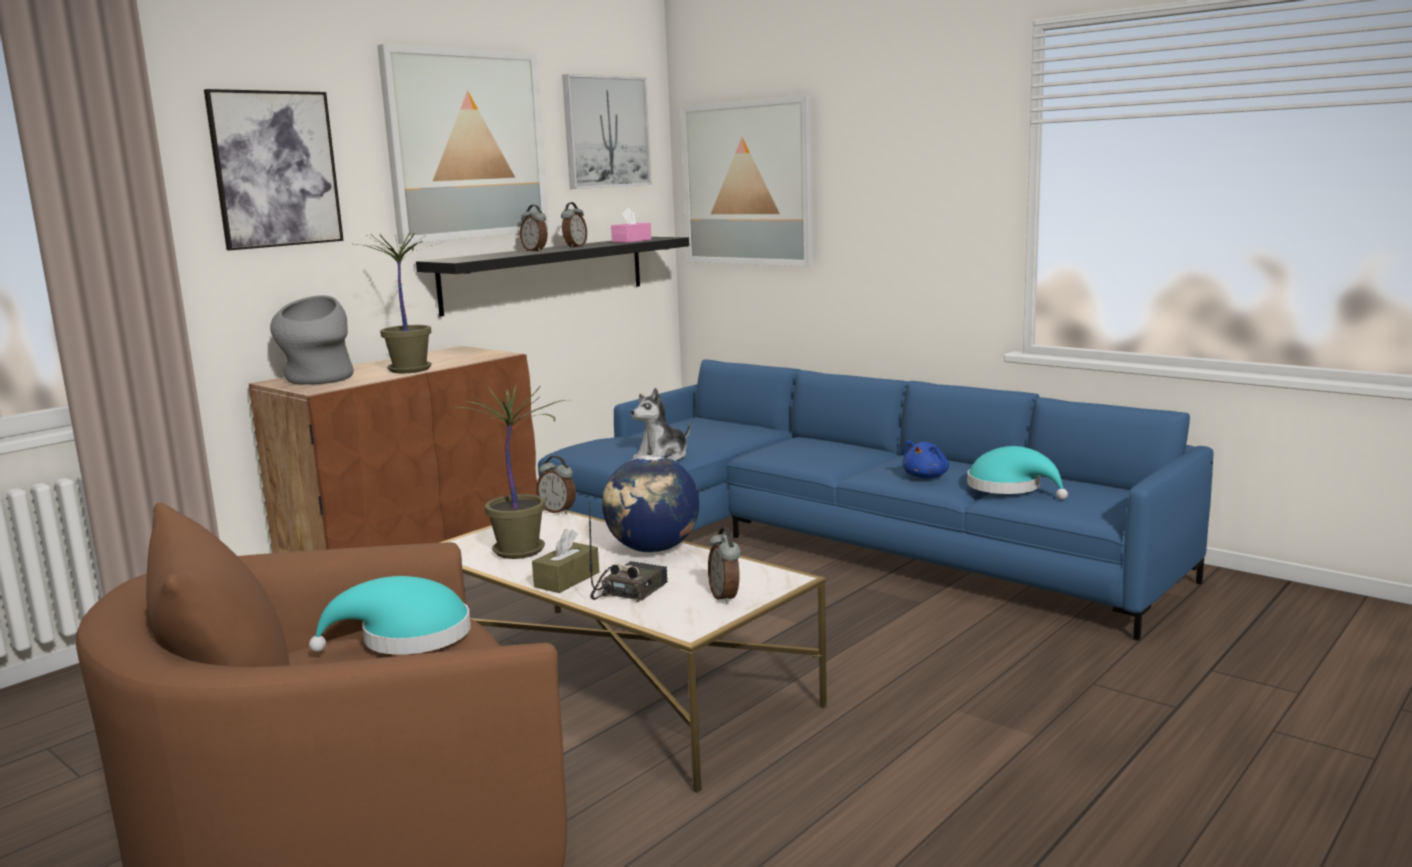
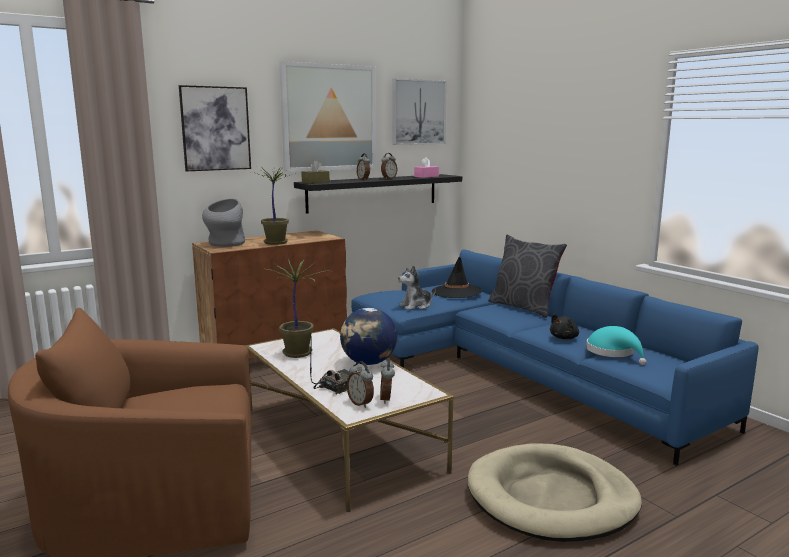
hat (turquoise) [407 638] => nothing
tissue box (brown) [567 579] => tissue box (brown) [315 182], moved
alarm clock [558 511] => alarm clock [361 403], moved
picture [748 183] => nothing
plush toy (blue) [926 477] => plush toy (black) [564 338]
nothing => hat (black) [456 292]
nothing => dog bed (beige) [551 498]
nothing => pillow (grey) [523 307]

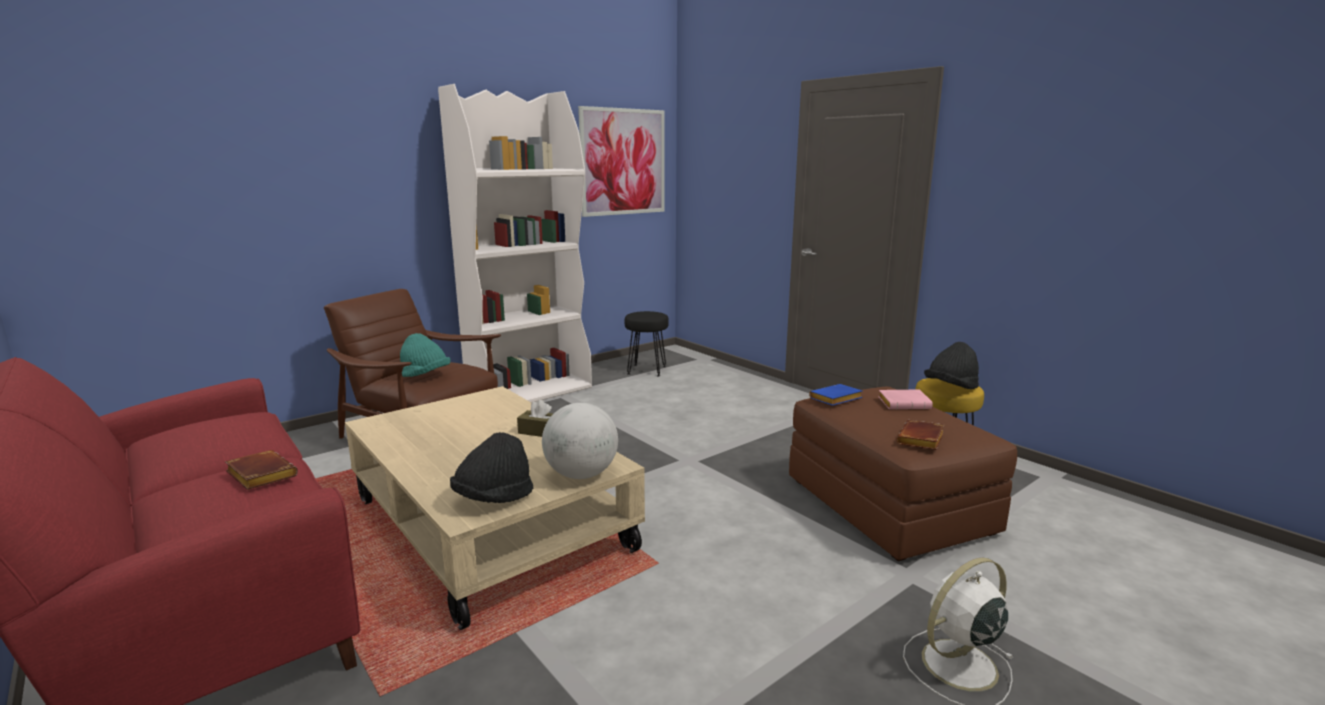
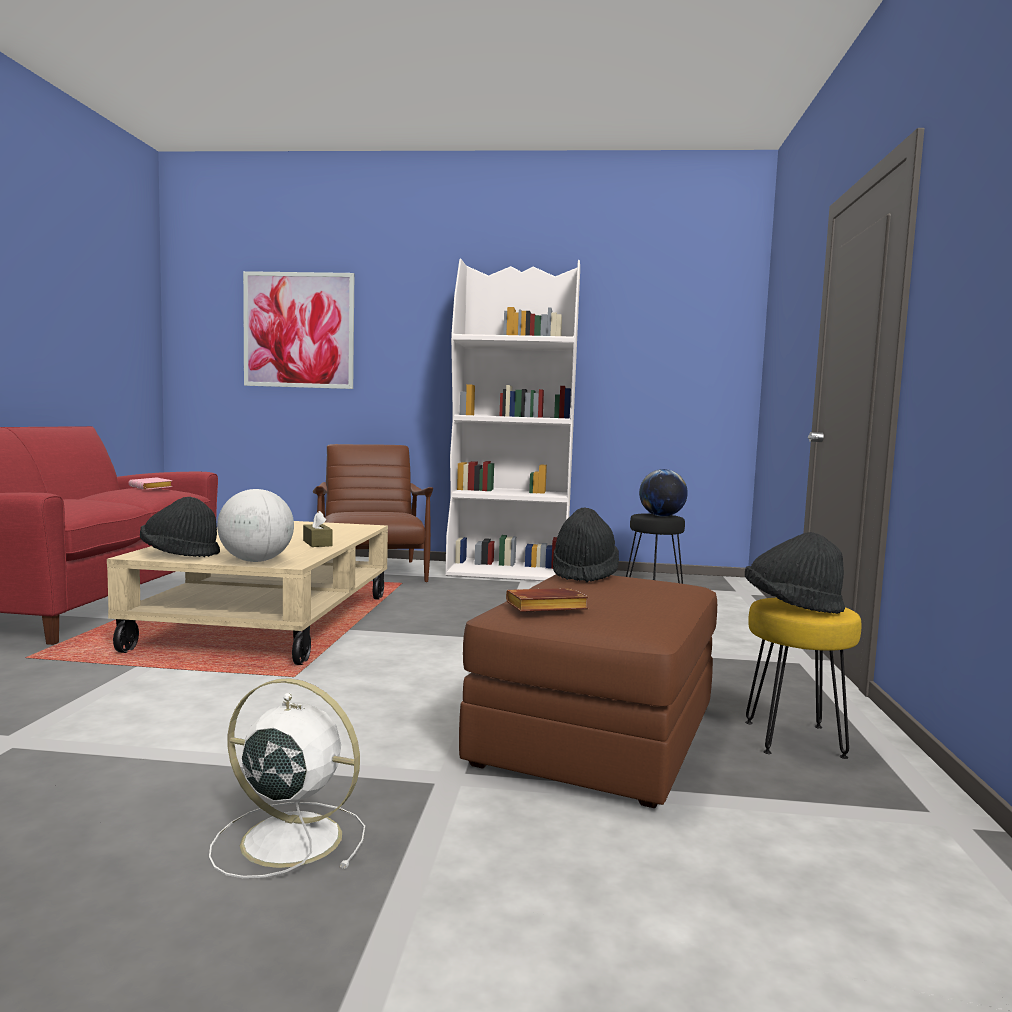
book (brown) [259 475] => nothing
hat (turquoise) [425 376] => nothing
picture [623 162] => picture [299 330], moved
book (blue) [835 399] => hat (black) [584 574]
book (pink) [905 404] => book (pink) [152 488], moved
nothing => globe [661 516]

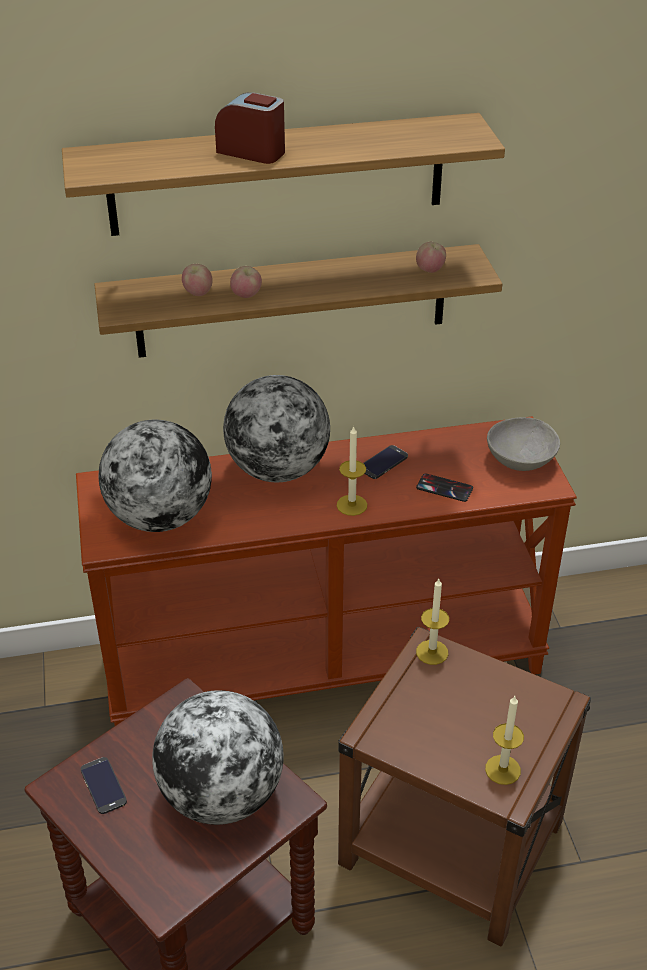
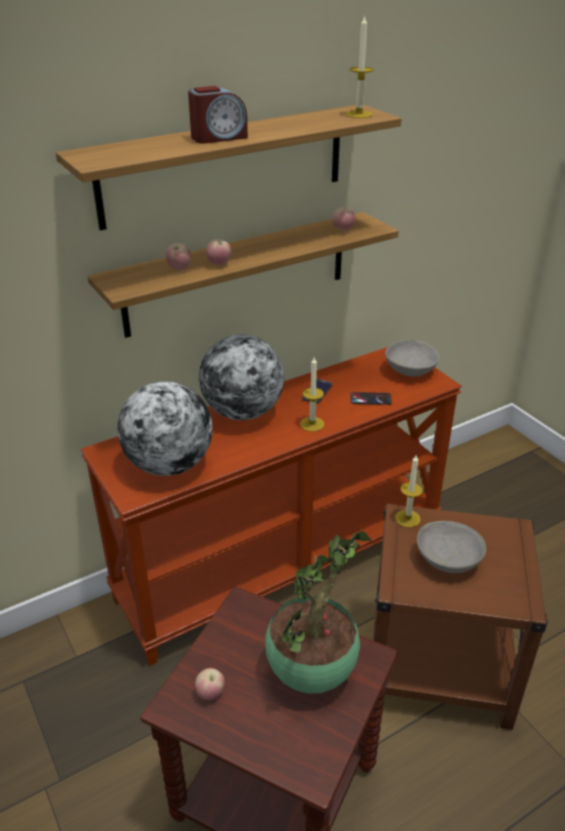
phone [103 786] => apple [210 693]
globe [221 795] => potted plant [312 670]
alarm clock [252 152] => alarm clock [218 137], 150 degrees clockwise
candle [502 769] => candle [359 114], moved
nothing => bowl (grey) [447 560]

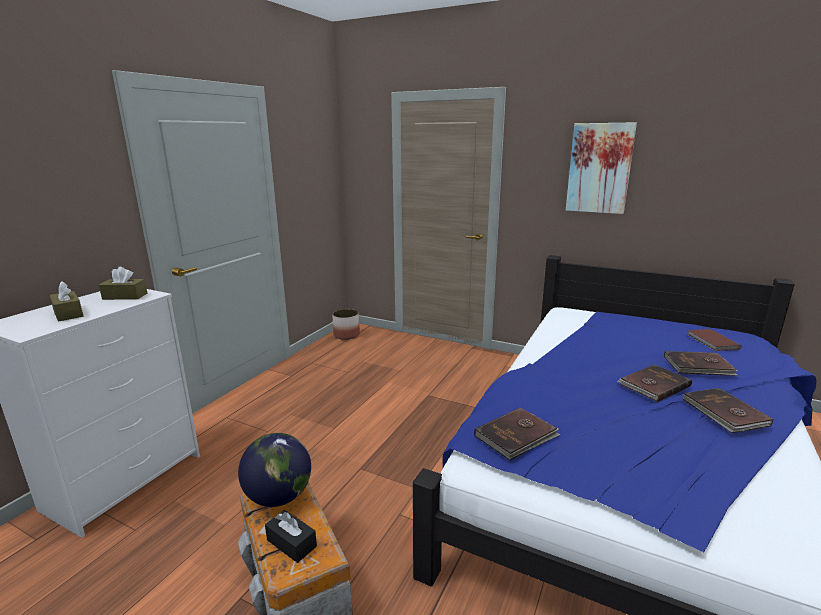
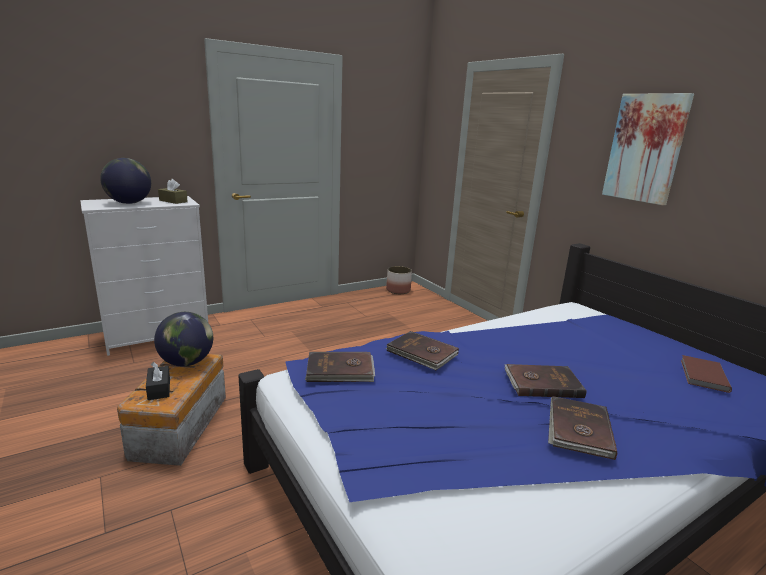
tissue box (brown) [68 313] => globe [129 203]
book (brown) [699 366] => book (brown) [422 353], moved

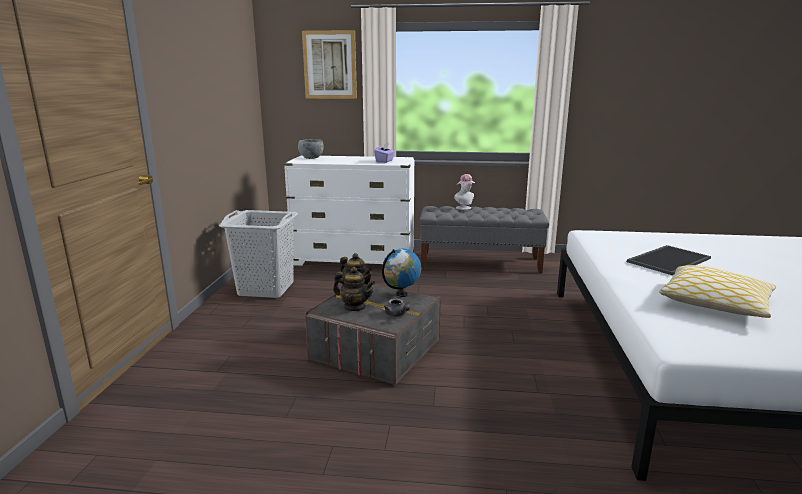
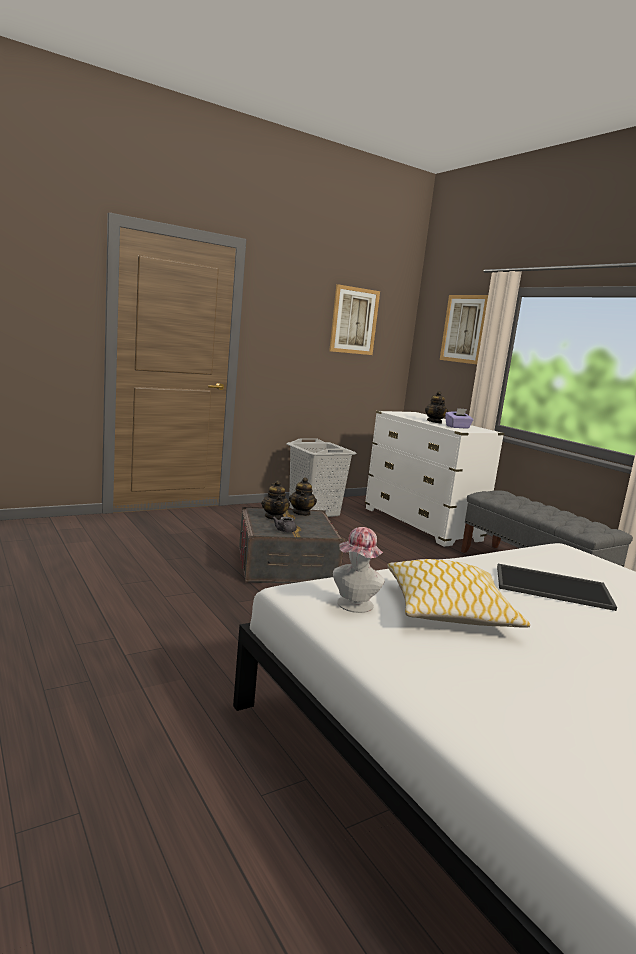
bowl (grey) [311 158] => nothing
globe [401 294] => nothing
hat [465 208] => hat [354 606], moved
nothing => picture [354 320]
nothing => teapot [434 422]

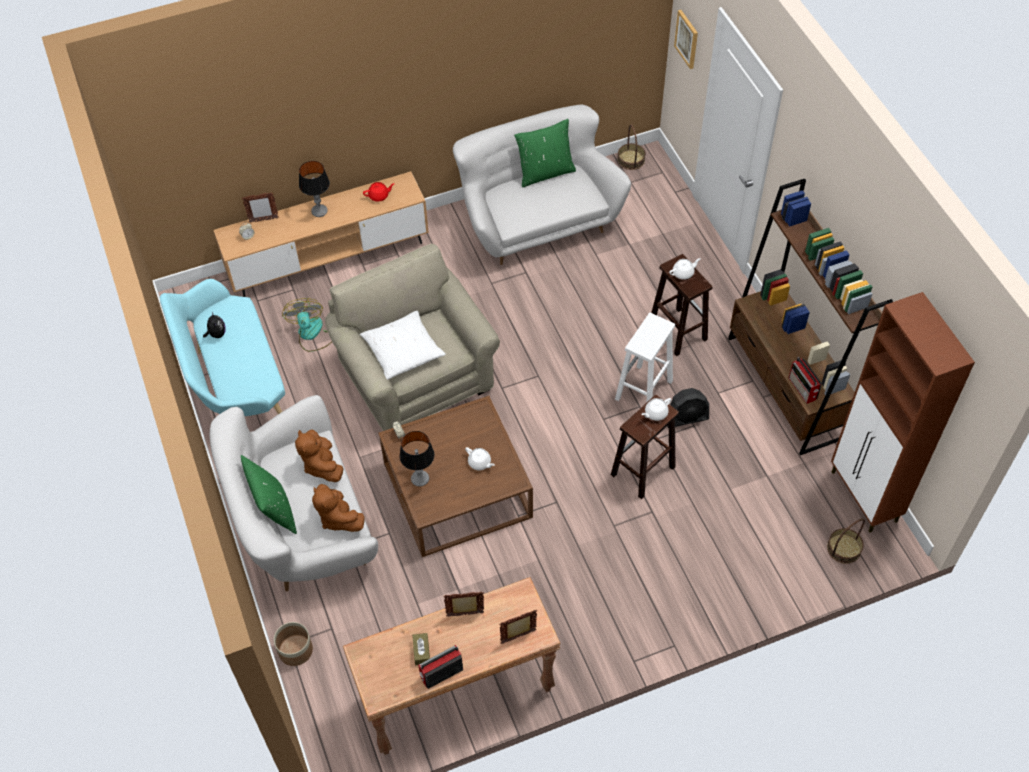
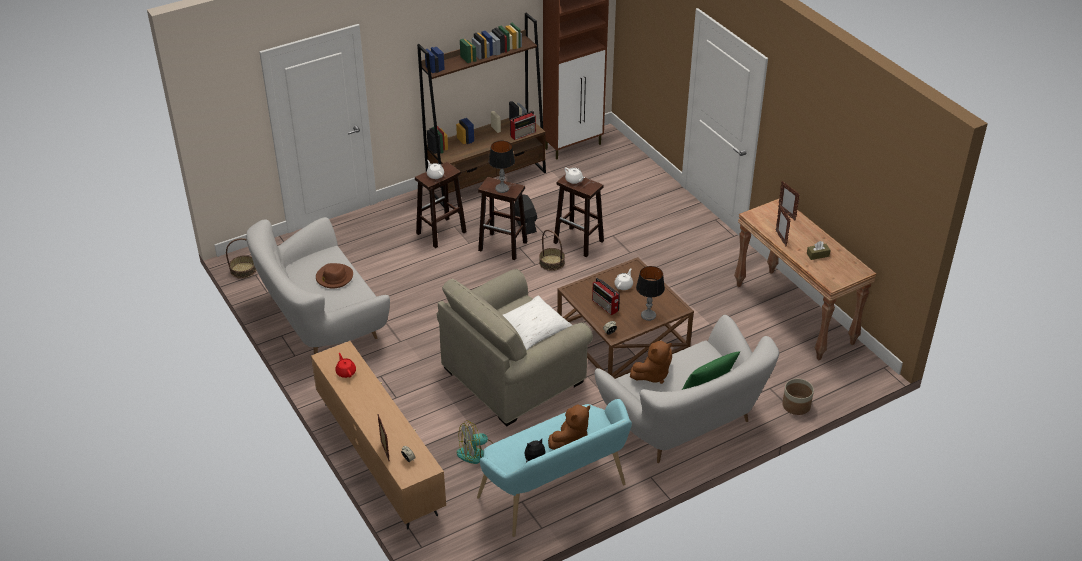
table lamp [319 211] => table lamp [502 189], moved
plush toy (brown) [338 518] => plush toy (brown) [571 440], moved
radio [441 673] => radio [605 306], moved
pillow (green) [545 172] => nothing
stool (white) [643 391] => stool (brown) [503 246]
picture [687 39] => nothing
basket [844 548] => basket [552 262], moved
nothing => hat (brown) [334 277]

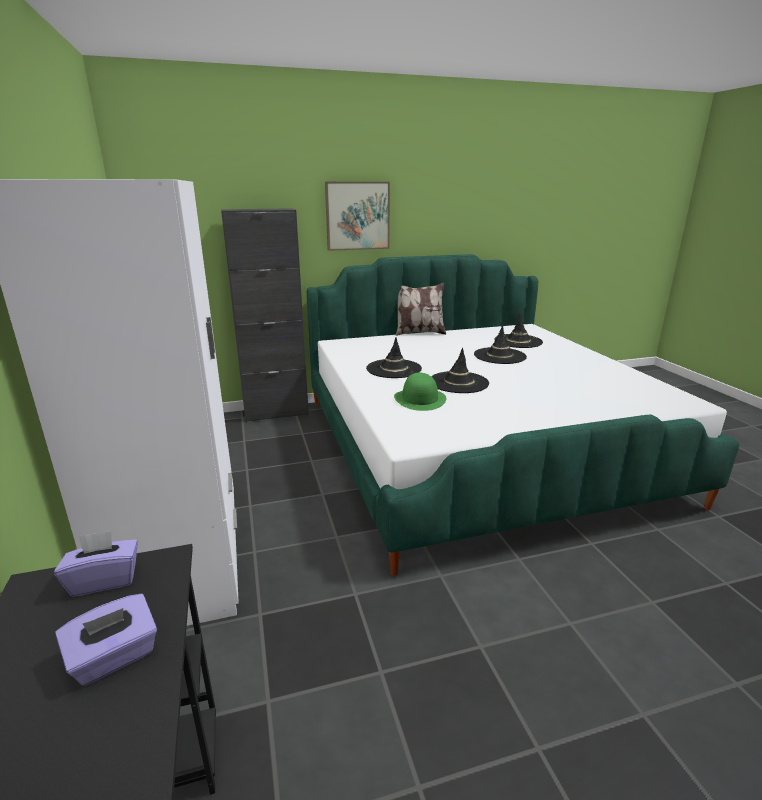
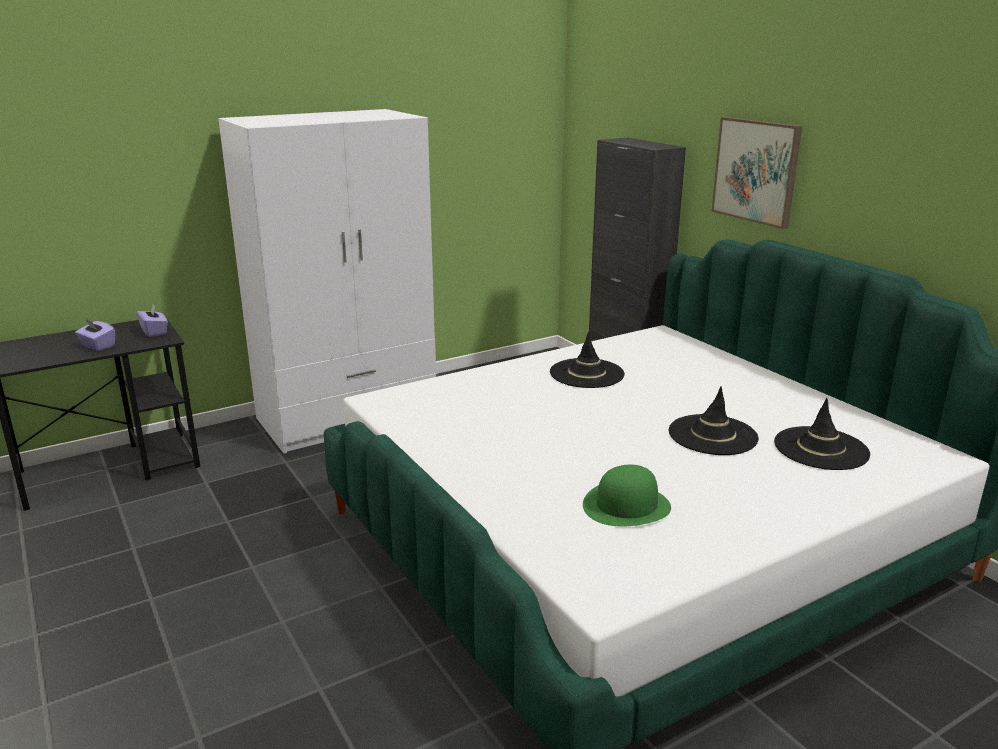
hat (green) [420 399] => hat (green) [626 506], moved
pillow [418 333] => nothing
hat (black) [458 382] => nothing

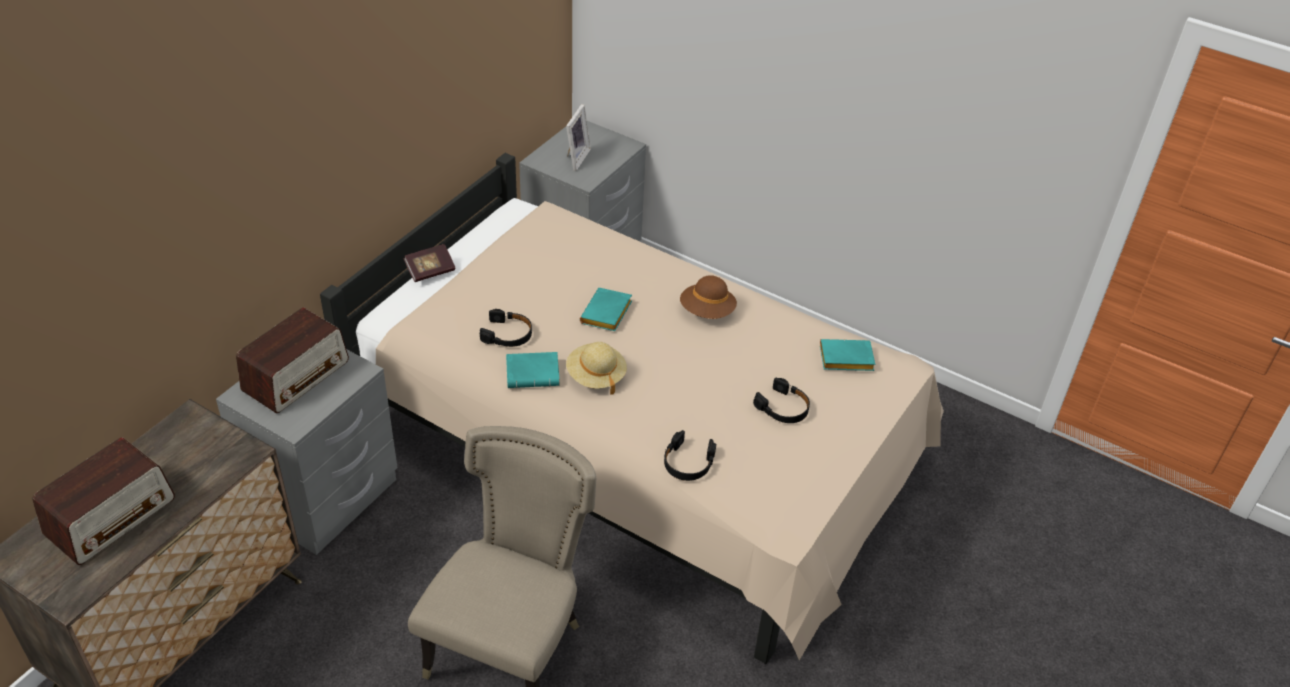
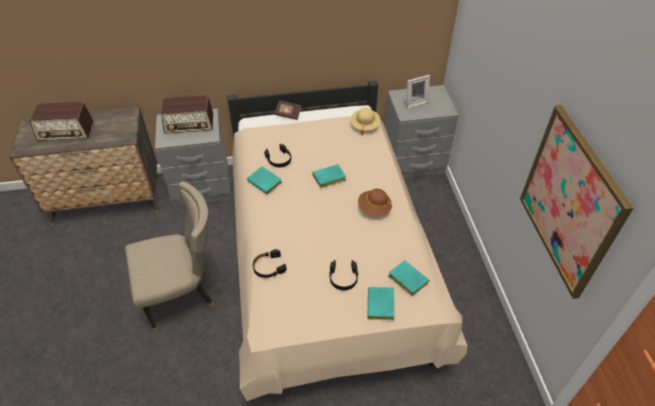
hat (beige) [596 376] => hat (beige) [364 125], moved
nothing => book (turquoise) [382 306]
nothing => picture [570 202]

